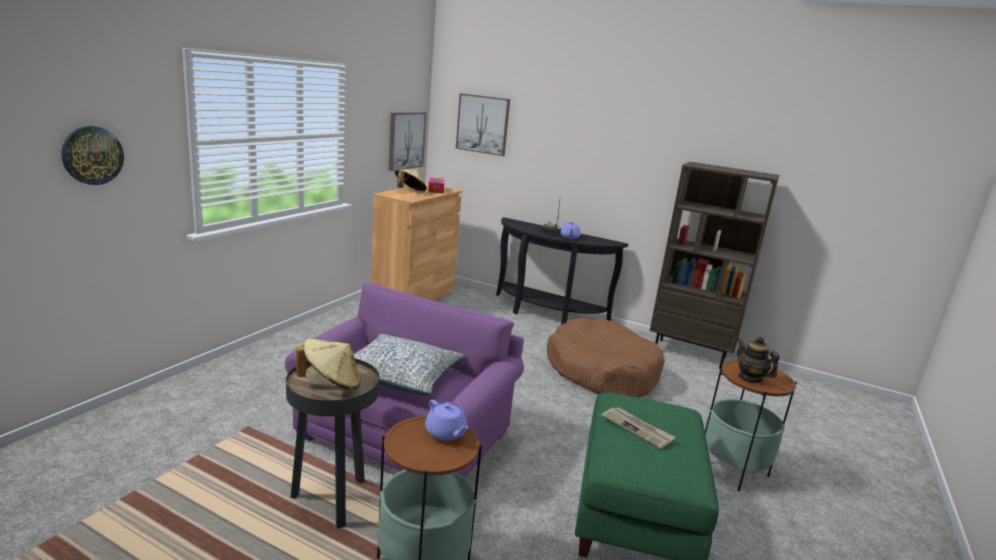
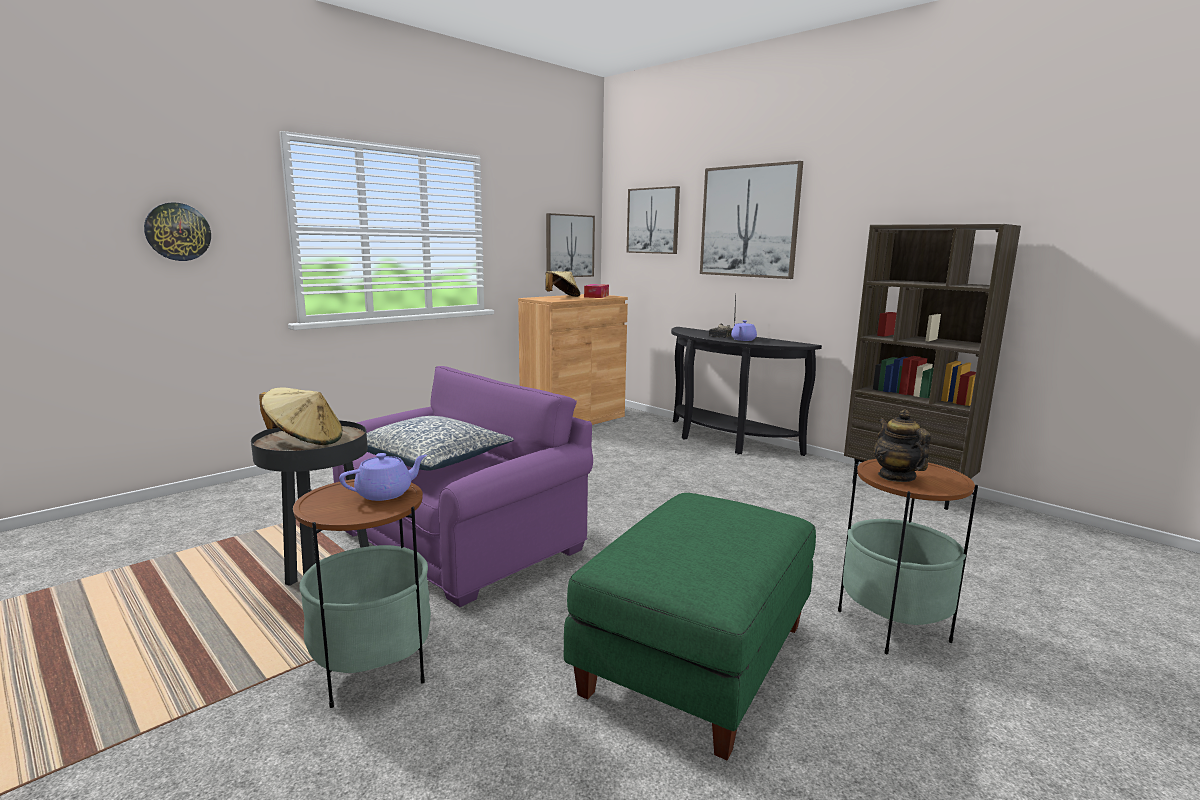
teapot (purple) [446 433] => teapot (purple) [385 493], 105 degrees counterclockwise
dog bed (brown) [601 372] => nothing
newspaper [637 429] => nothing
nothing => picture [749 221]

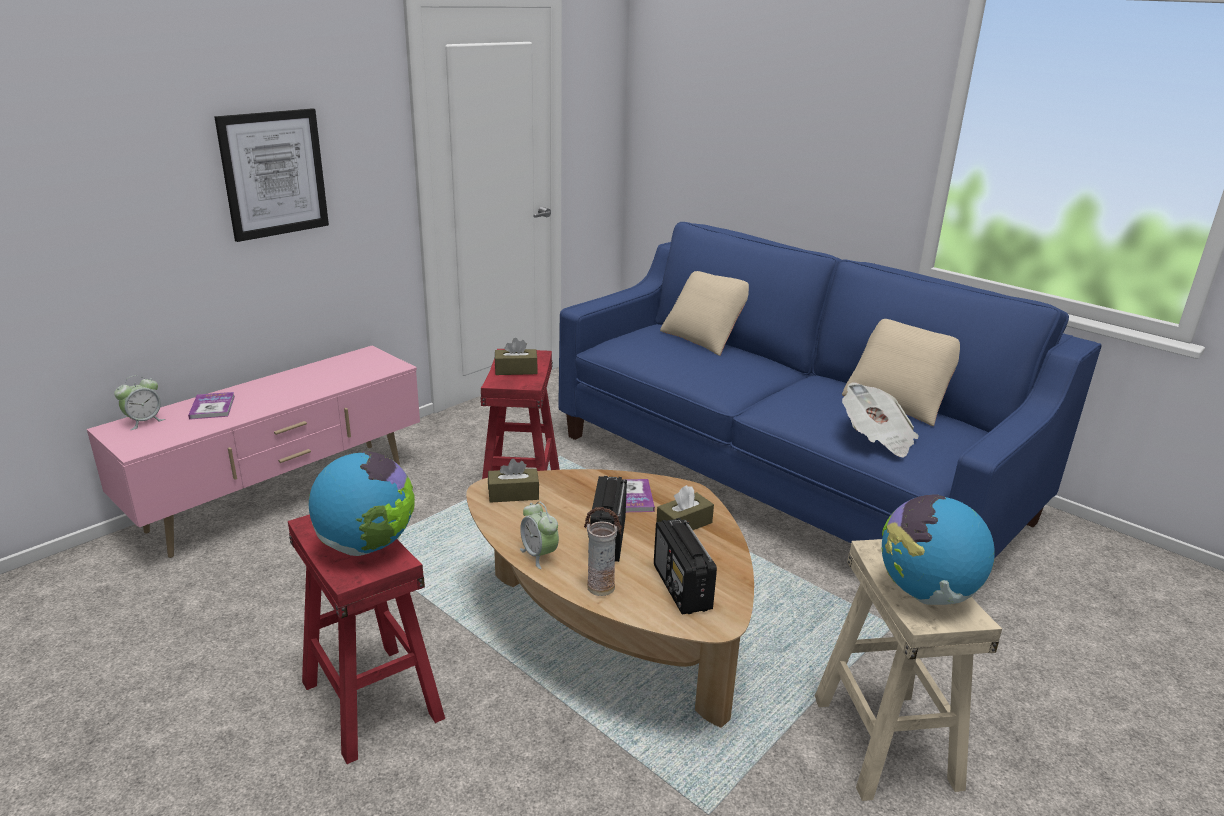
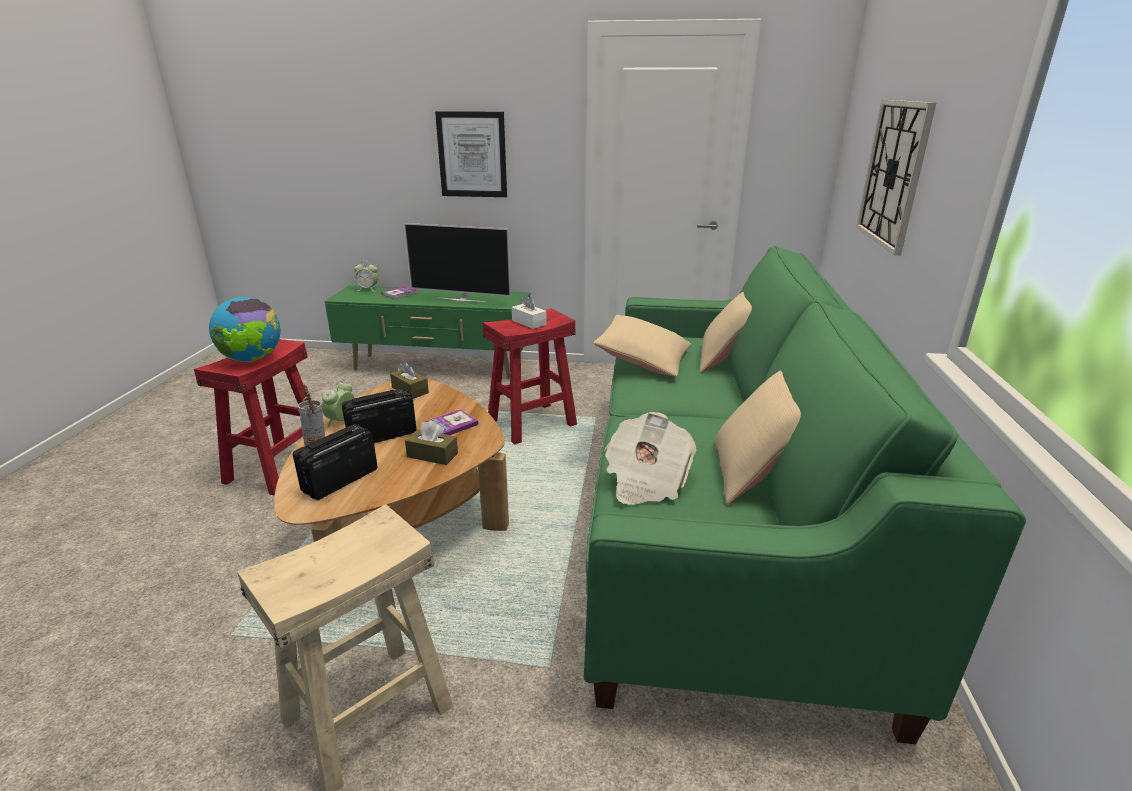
tv stand (pink) [283 496] => tv stand (green) [436 367]
tissue box (brown) [516 370] => tissue box (white) [529 322]
sofa (blue) [785 477] => sofa (green) [721 520]
globe [926 592] => nothing
nothing => television [462 300]
nothing => pillow (beige) [643 360]
nothing => wall clock [893 174]

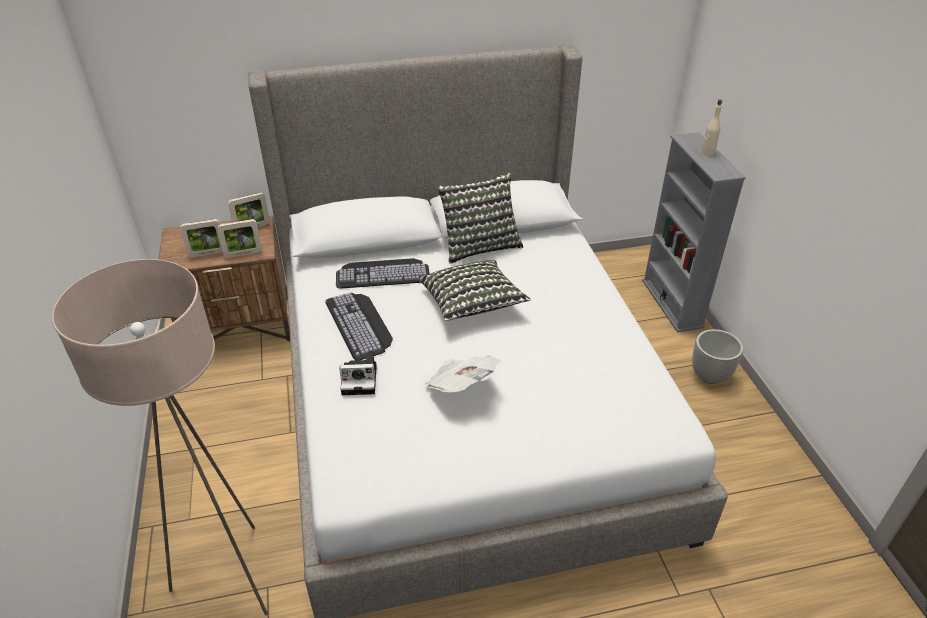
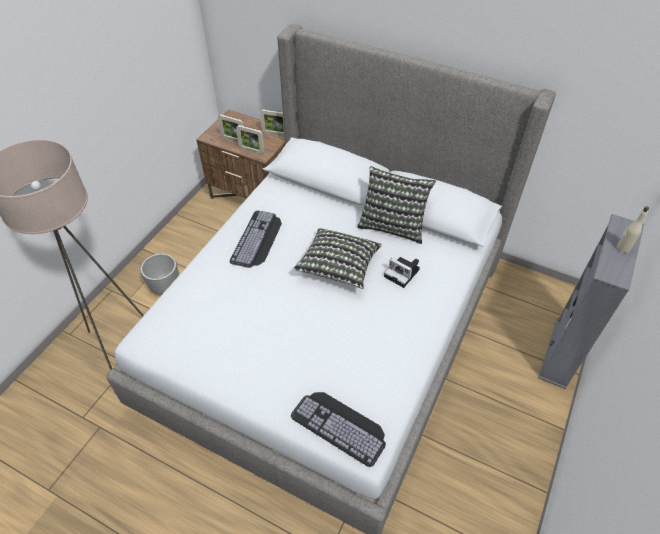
keyboard [383 273] => keyboard [341 425], moved
photo camera [361 379] => photo camera [403 273], moved
newspaper [462 386] => nothing
planter [709 376] => planter [165 287], moved

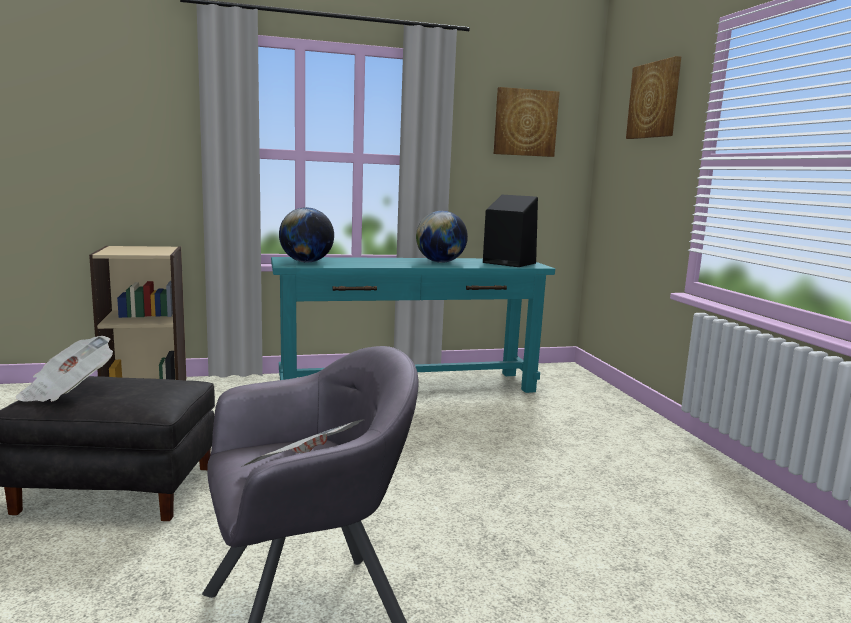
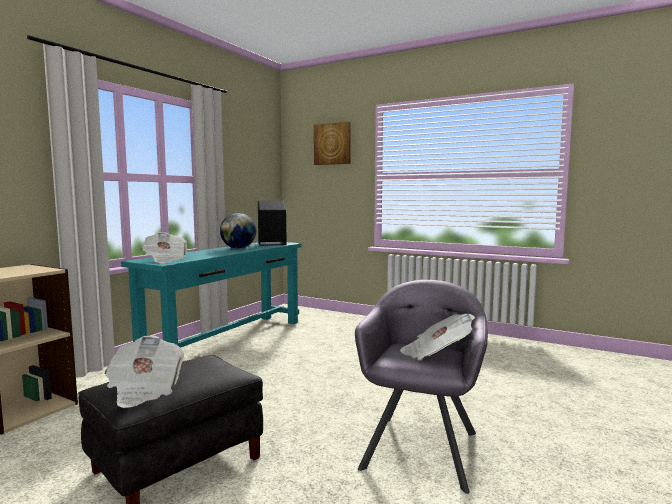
globe [306 262] => newspaper [165 260]
picture [525 123] => nothing

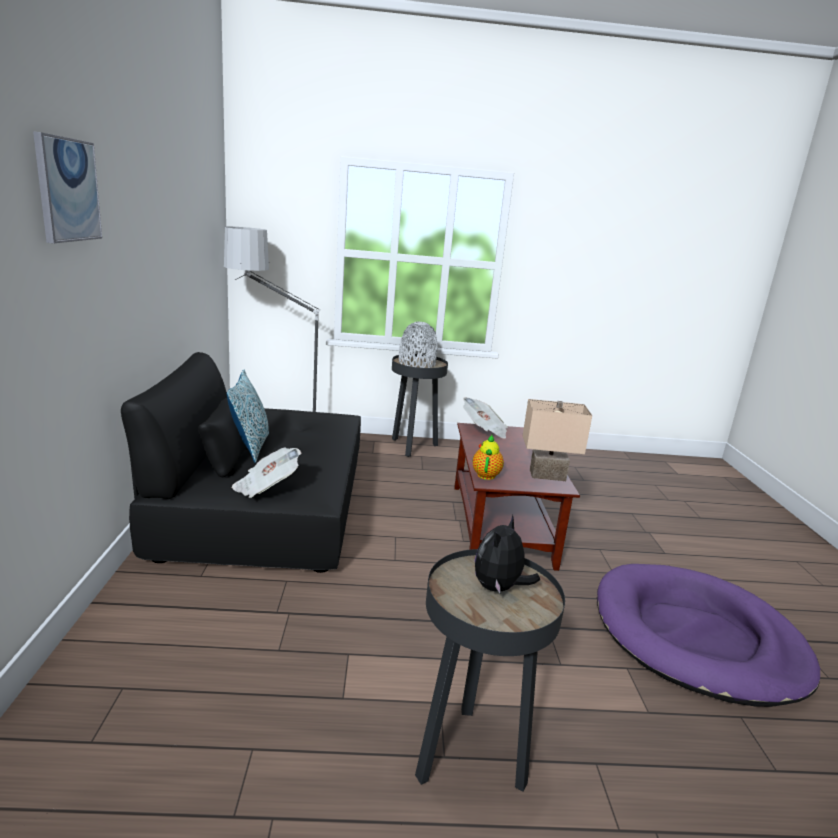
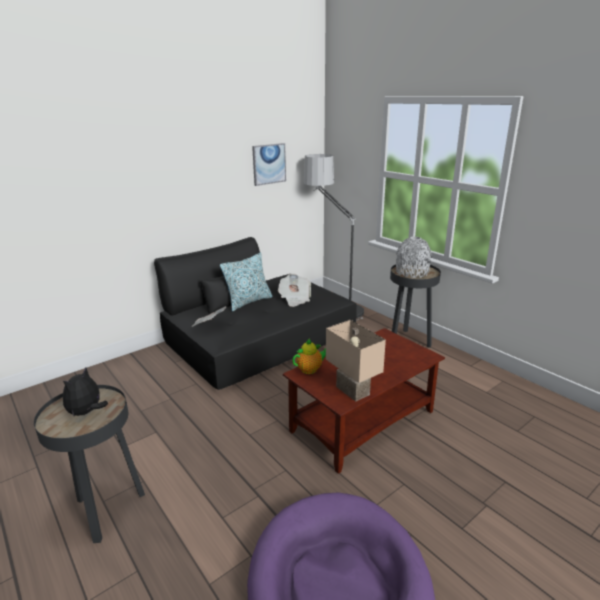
picture [67 190] => picture [269 164], moved
newspaper [484 430] => newspaper [295 299], moved
plush toy [499 588] => plush toy [87 412], 60 degrees counterclockwise

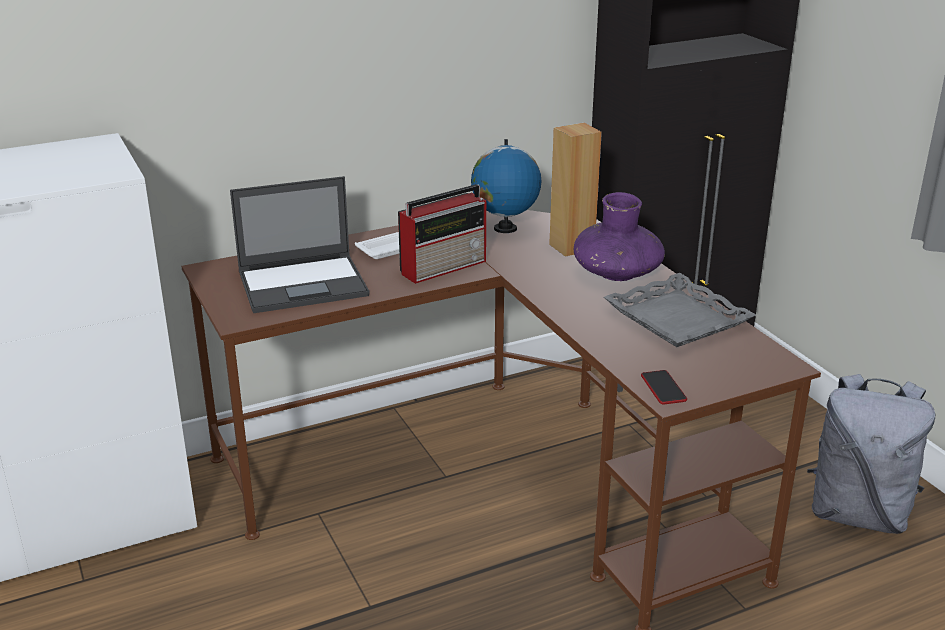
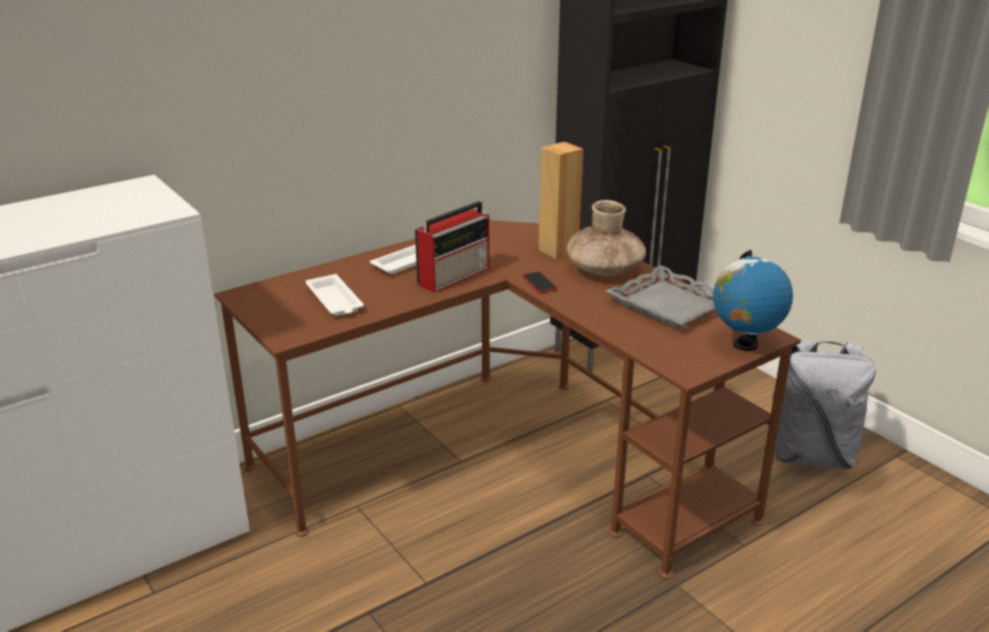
laptop [304 284] => tray (white) [335 301]
globe [505 229] => globe [745 345], moved
vase (purple) [617 273] => vase (brown) [605 270]
phone [663 388] => phone [539 283], moved

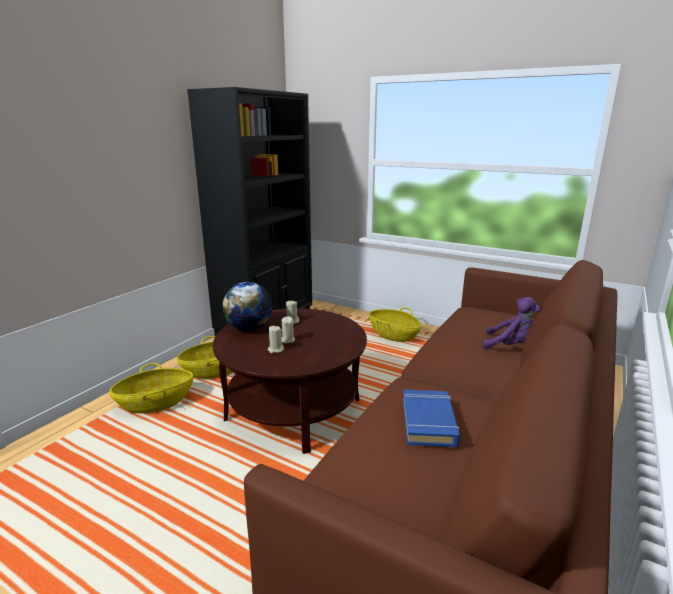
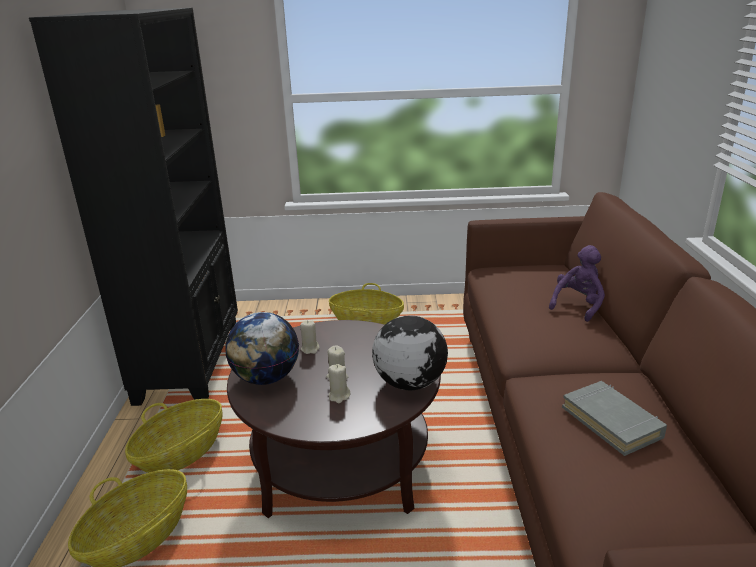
book (blue) [429 422] => book (grey) [612 422]
plush toy (purple) [510 346] => plush toy (purple) [578 305], 45 degrees counterclockwise
nothing => globe [409 383]

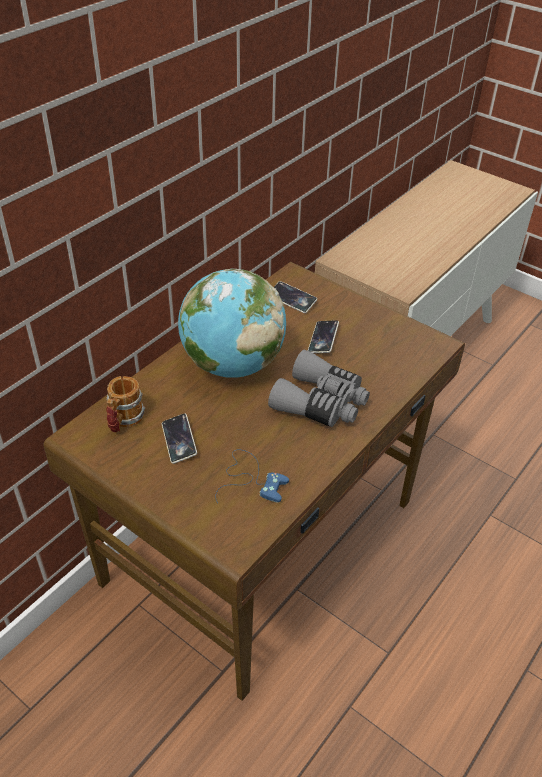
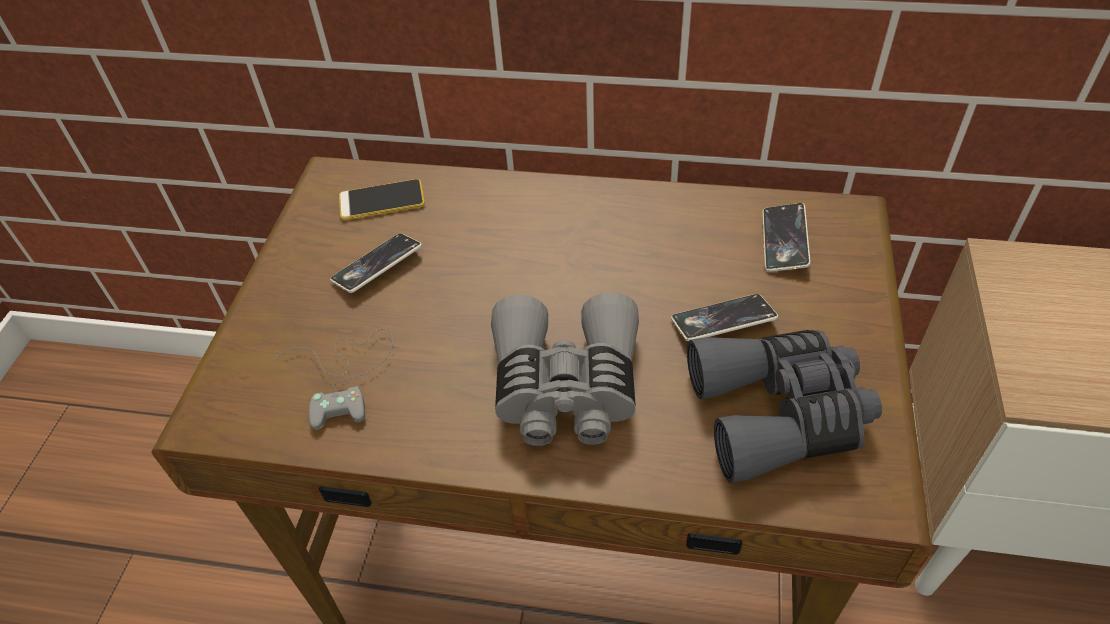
mug [124 421] => phone [382 200]
globe [232 364] => nothing
game controller (blue) [250 479] => game controller (grey) [346 375]
nothing => binoculars (grey) [779 413]

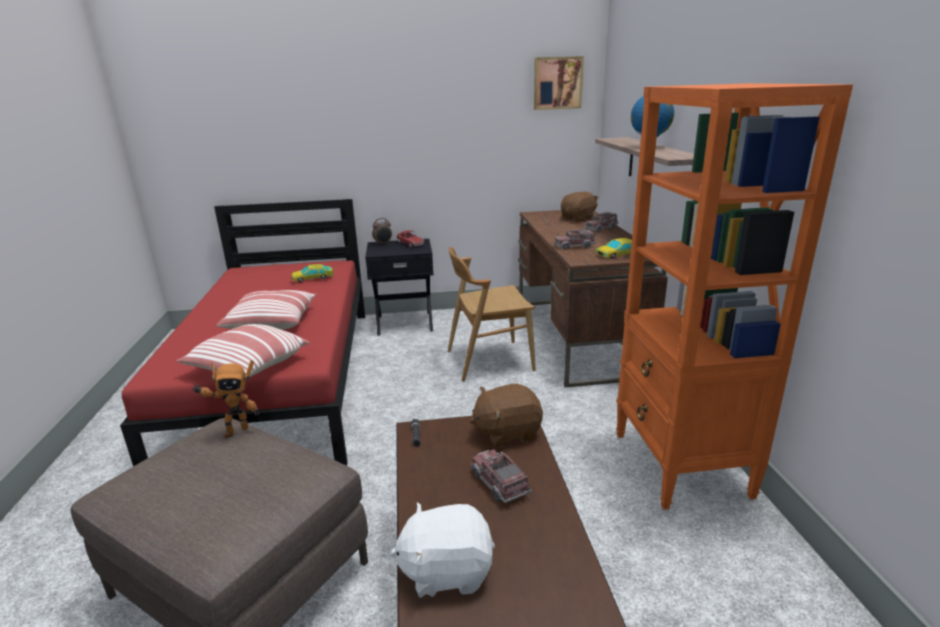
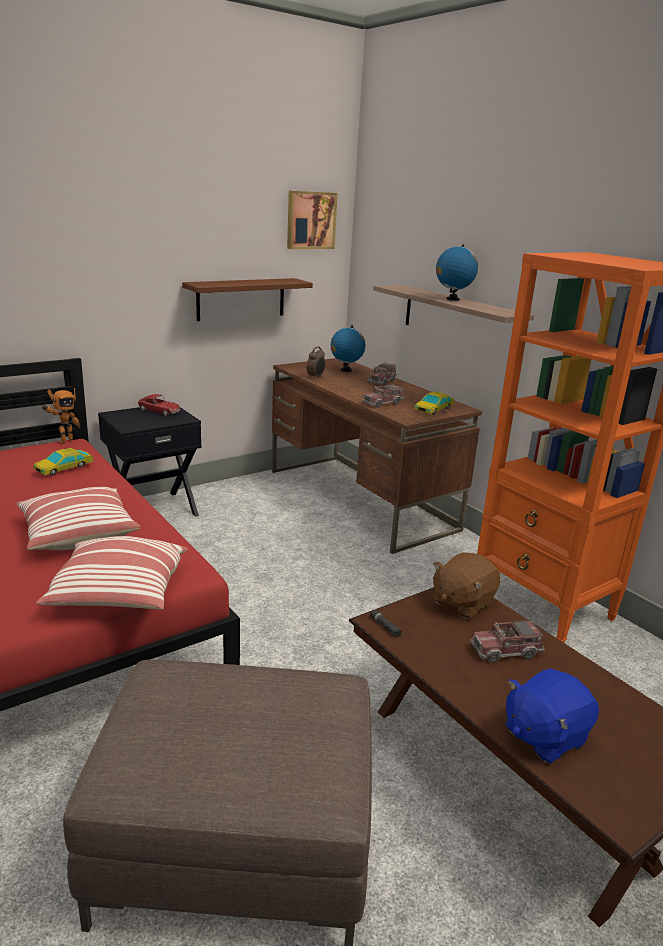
toy robot [235 431] => toy robot [64 441], moved
alarm clock [383 244] => alarm clock [316 377], moved
plush toy (white) [446 570] => plush toy (blue) [544 736]
chair (brown) [489 360] => nothing
toy truck [499 483] => toy truck [505 650], 45 degrees counterclockwise
plush toy (brown) [579 218] => globe [346 370]
nothing => shelf (brown) [241 299]

